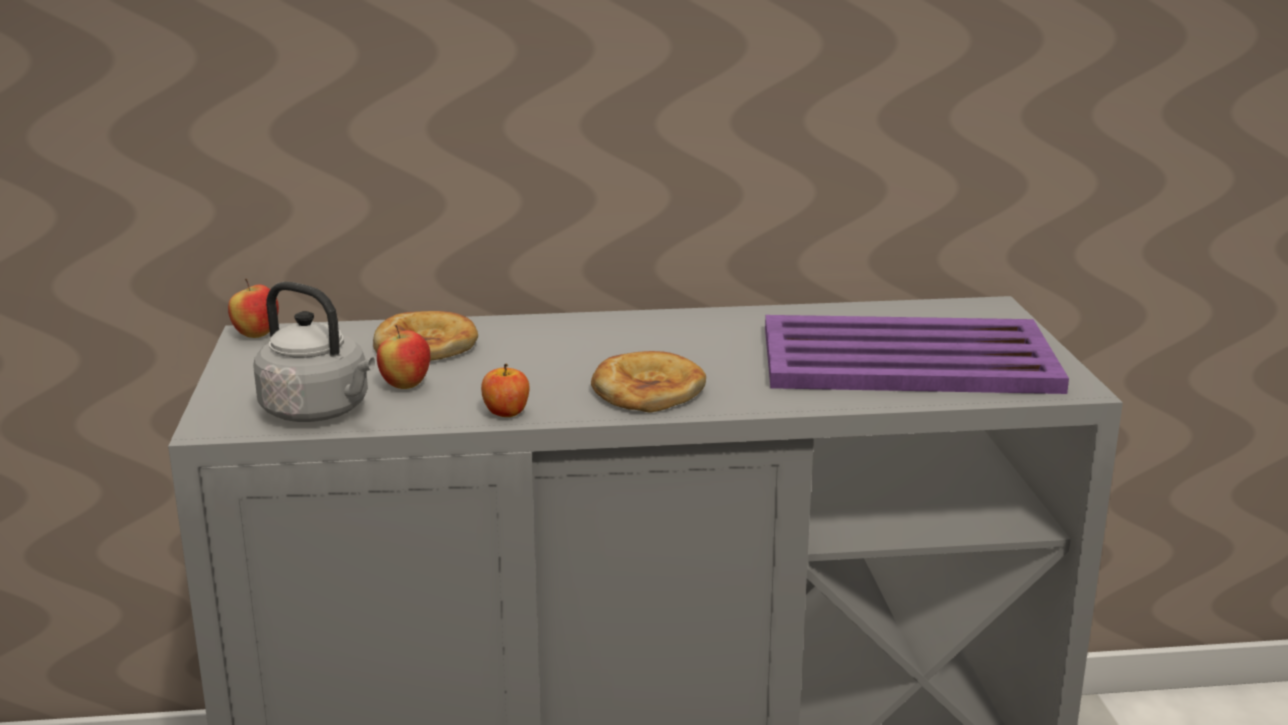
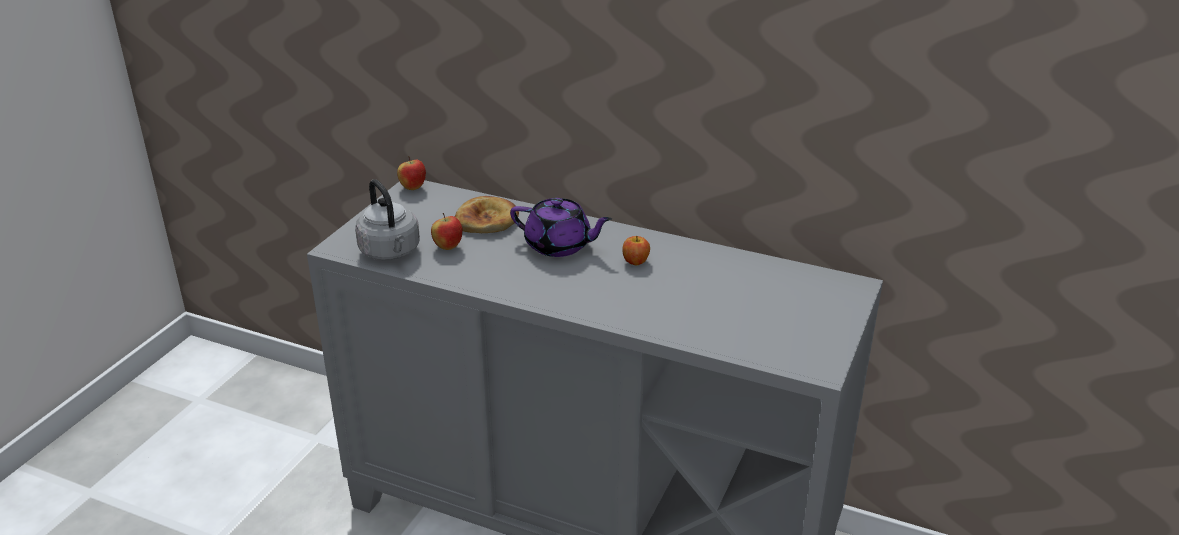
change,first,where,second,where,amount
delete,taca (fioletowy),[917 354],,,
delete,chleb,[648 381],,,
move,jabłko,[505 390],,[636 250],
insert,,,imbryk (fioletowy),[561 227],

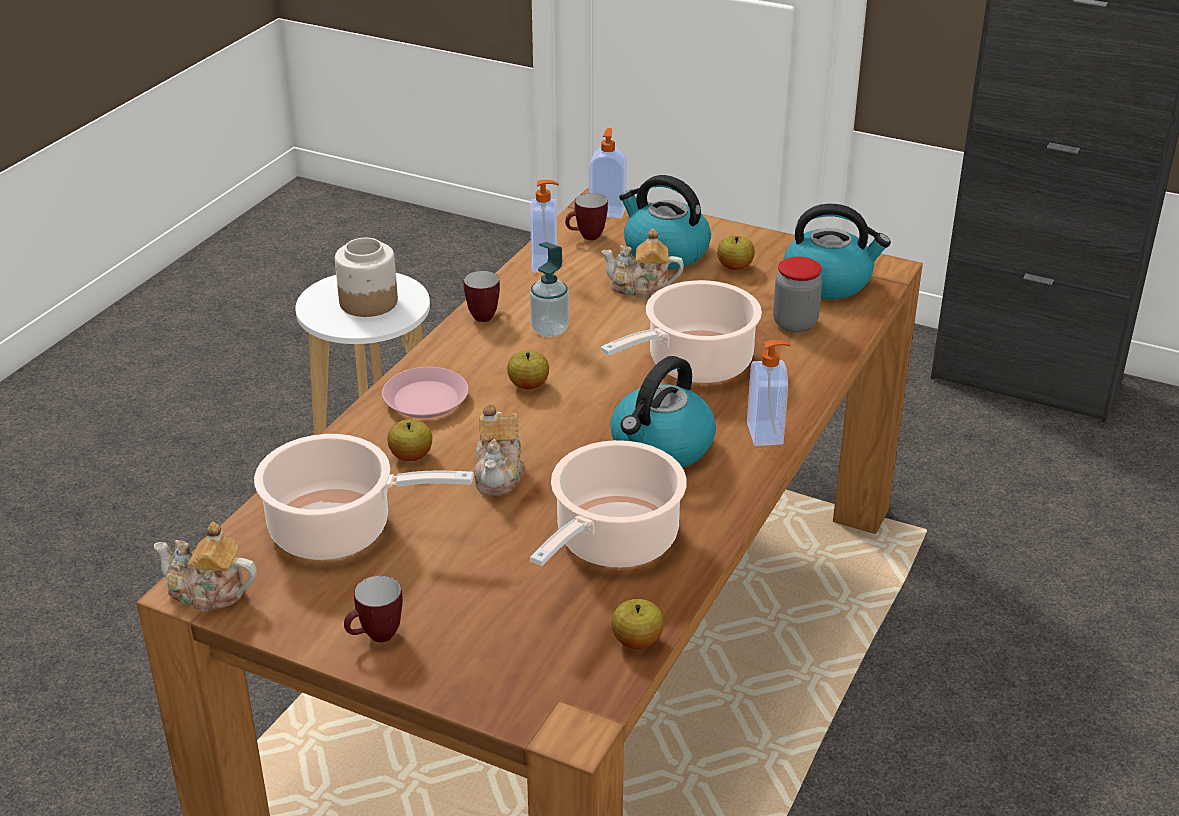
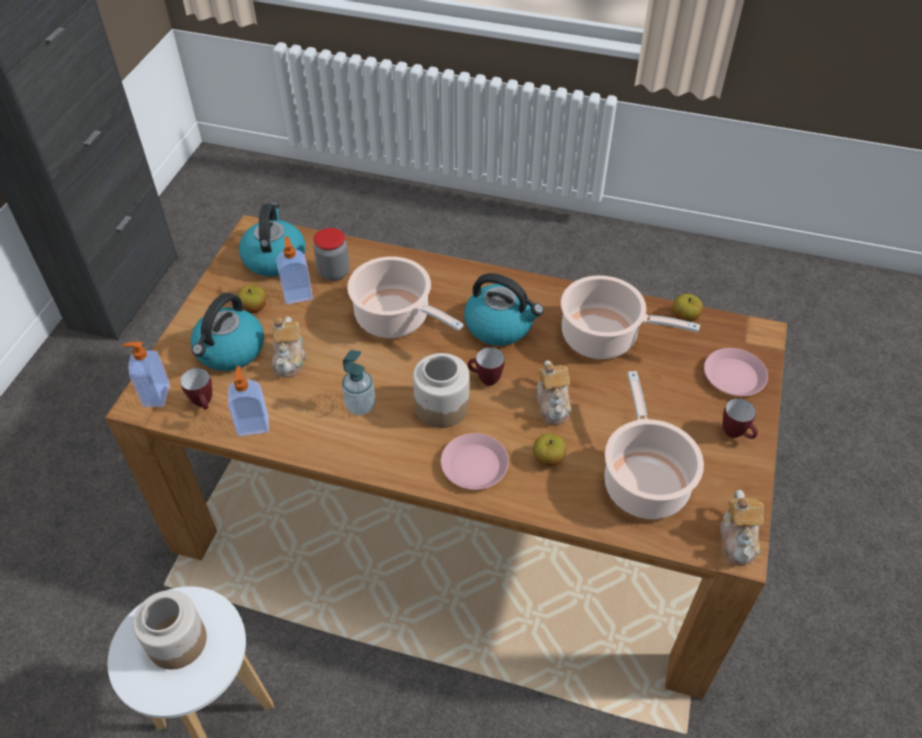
change,first,where,second,where,amount
move,kubek,[482 296],,[486 366],
move,dozownik mydła,[769 393],,[294 270],
replace,jabłko,[528 369],słoik,[441 390],
rotate,imbryk,[499 449],,[554 392],90 degrees clockwise
insert,,,talerz (różowy),[736 372],

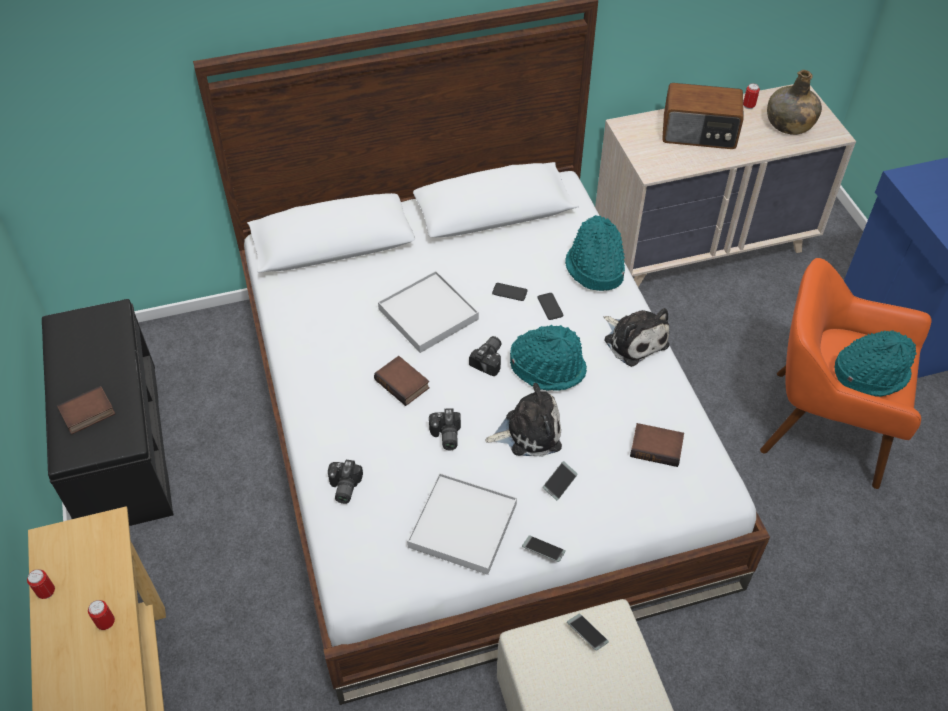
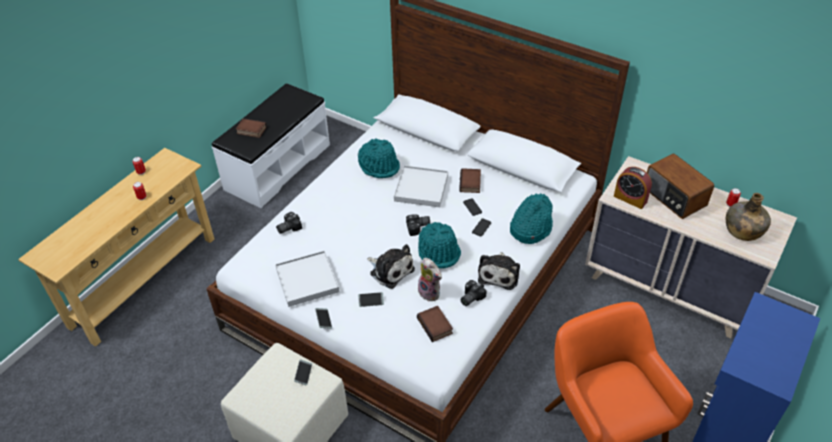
change,first,where,second,where,amount
recolor,ławka (czarny),[108 412],ławka (biały),[271 145],
move,kapelusz (turkusowy),[875 363],,[379 158],
move,książka,[402 381],,[470 180],
move,aparat fotograficzny,[445 429],,[473 293],
insert,,,budzik,[633 188],
insert,,,pluszak,[430 280],

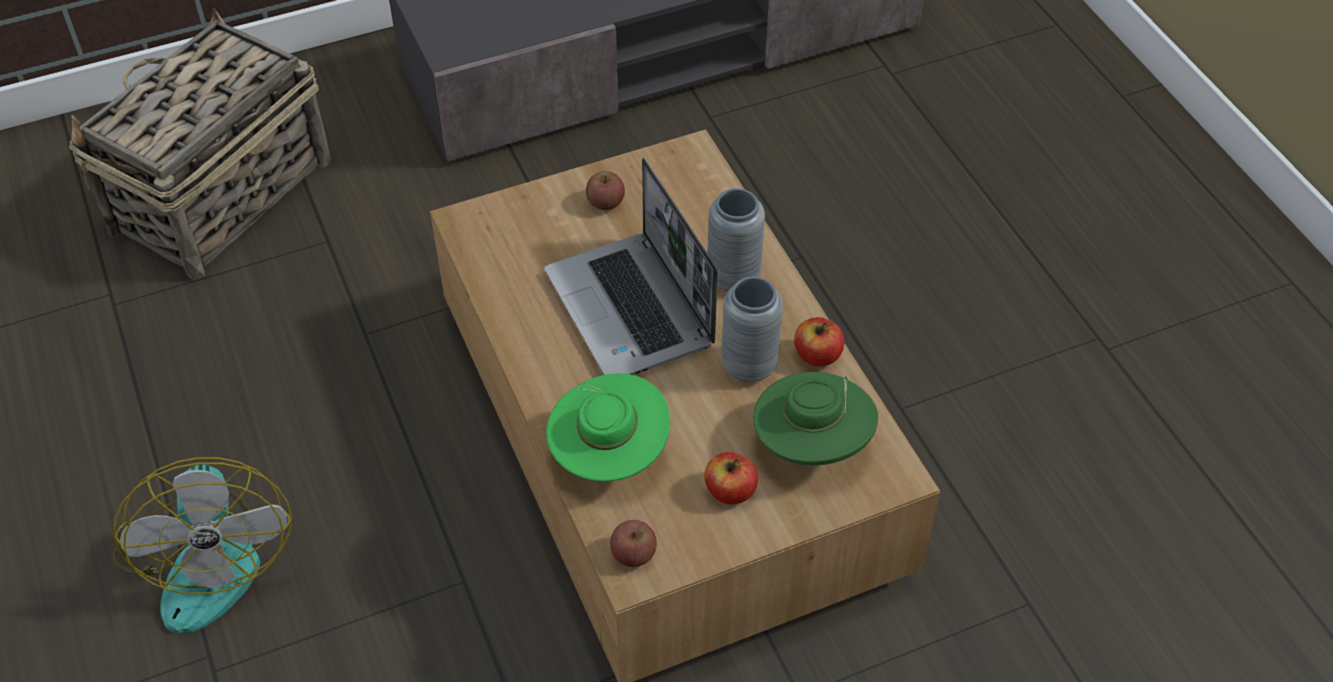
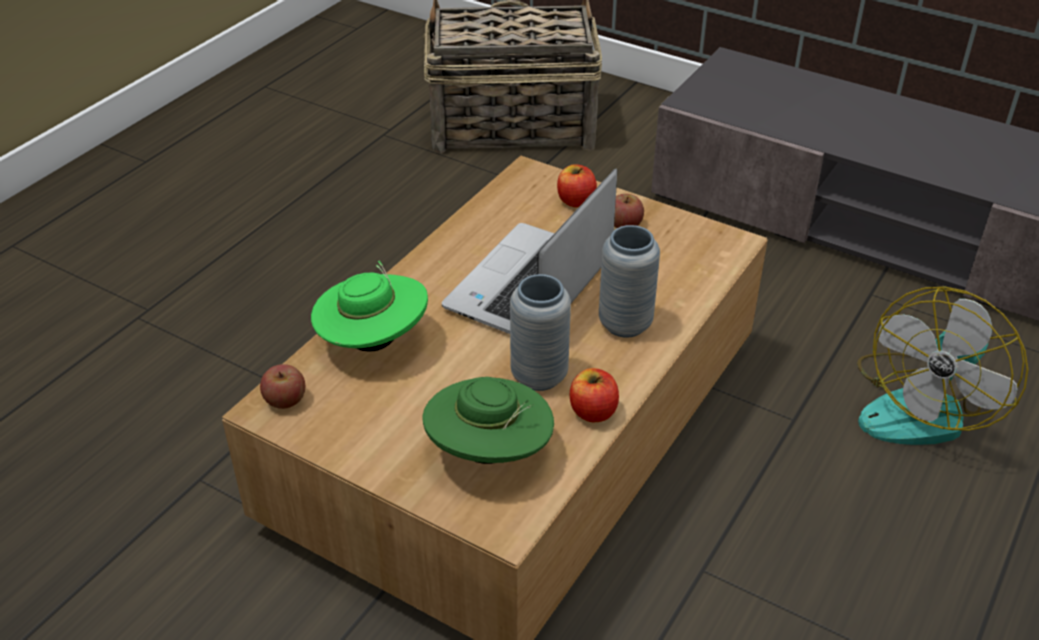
change,first,where,second,where,amount
move,jabłko,[731 478],,[577 186],
move,wentylator,[202 545],,[942 366],

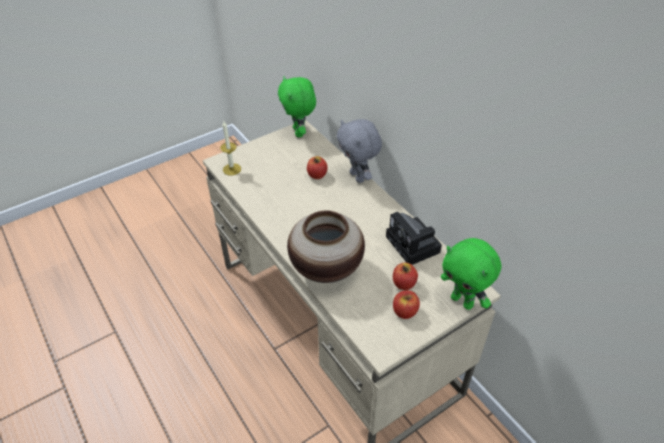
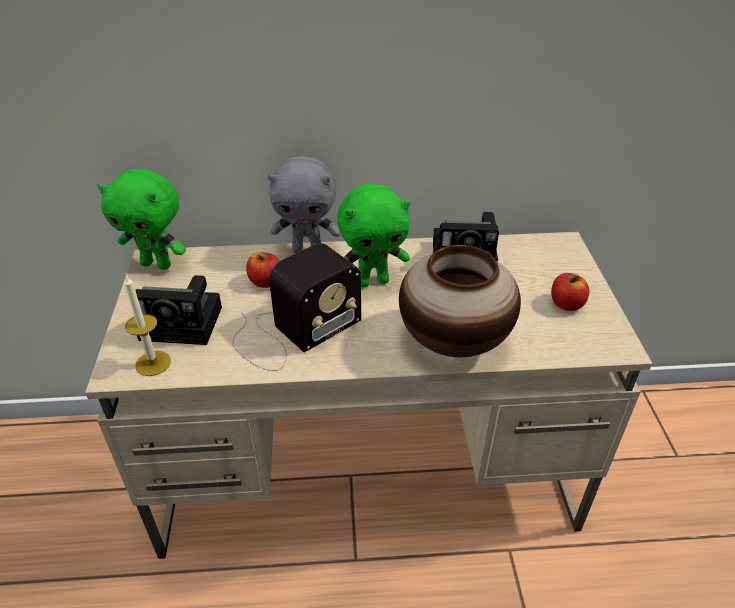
change,first,where,second,where,amount
move,pluszak (zielony),[471 274],,[374 235],
delete,jabłko,[405 276],,,
insert,,,radio,[297 307],
insert,,,aparat fotograficzny,[178 310],

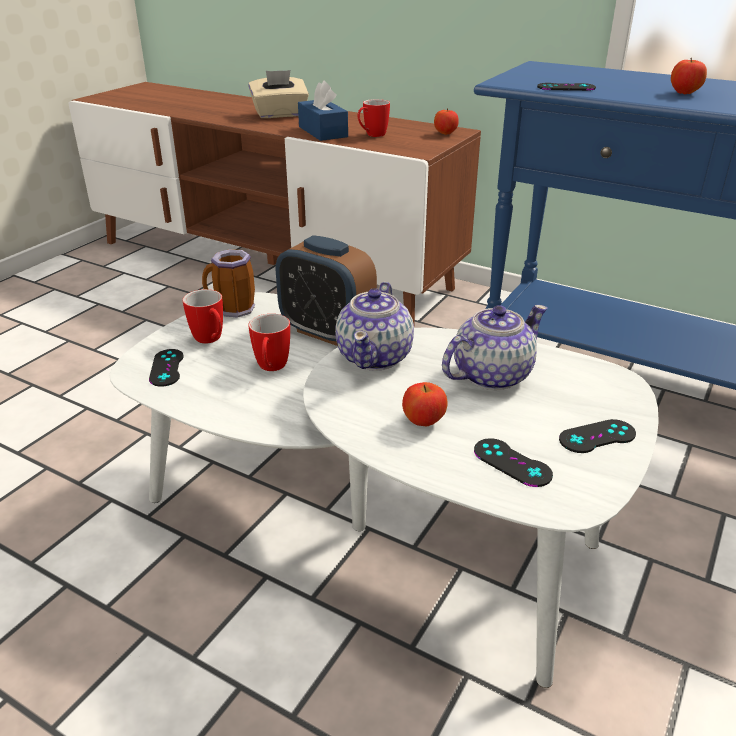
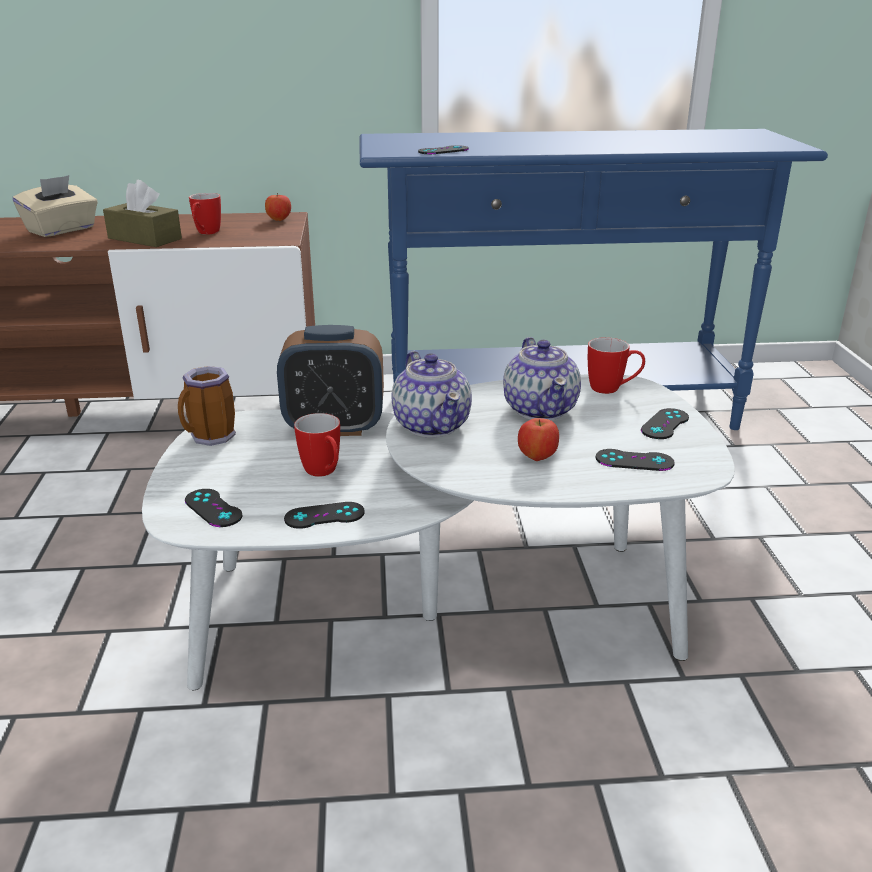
change,first,where,second,where,amount
delete,jabłko,[689 75],,,
recolor,pudełko chusteczek (niebieski),[323 110],pudełko chusteczek (brązowy),[142 213],
move,kubek,[203 316],,[616 365],
rotate,imbryk,[495 347],,[542 378],150 degrees clockwise
insert,,,pad do gier (czarny),[324 515],

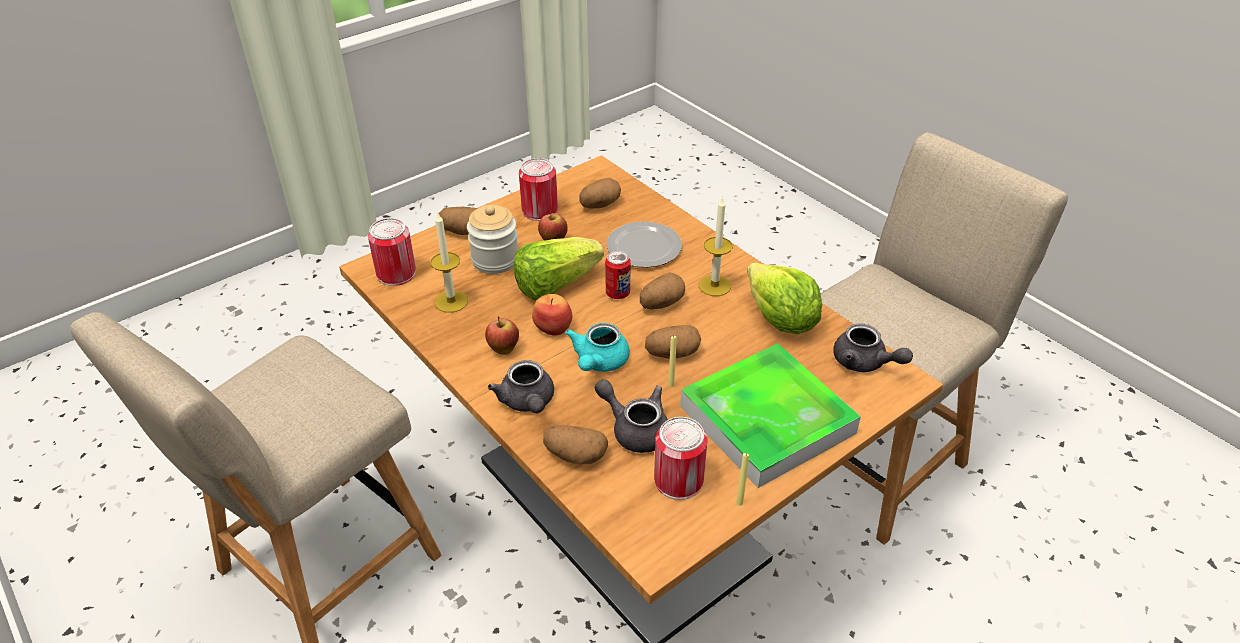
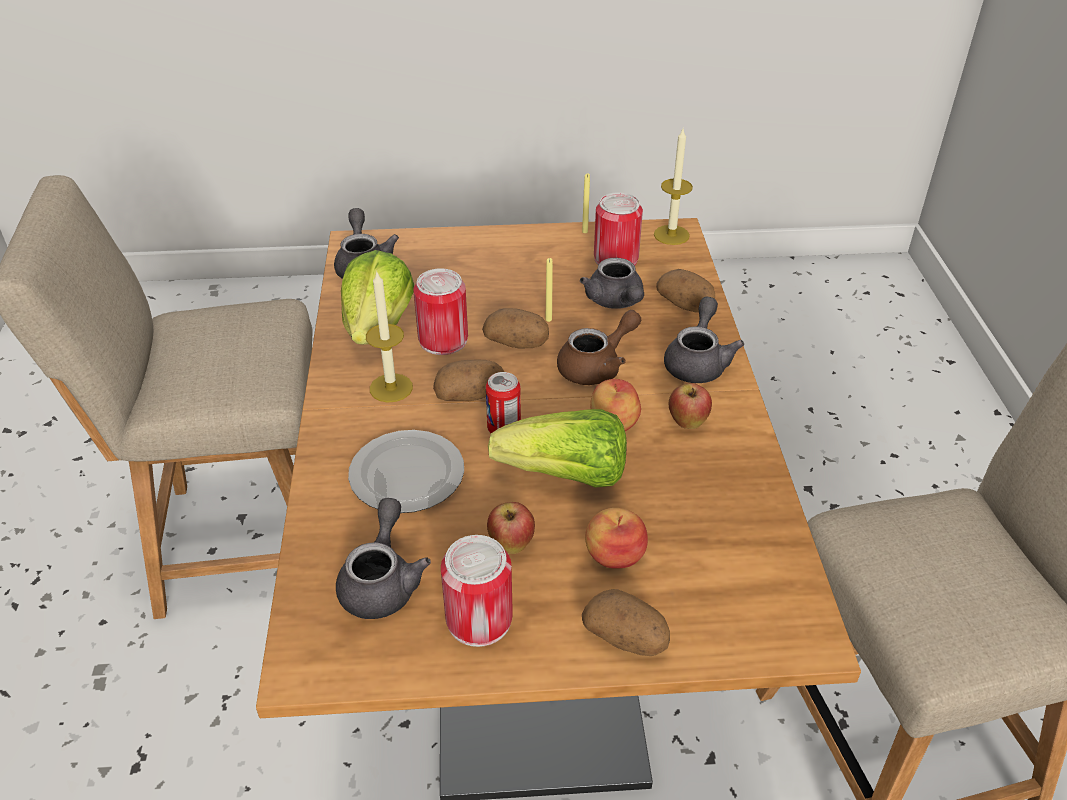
change,first,where,second,where,amount
replace,ziemniak,[600 193],imbryk (szary),[383 558],
replace,słoik,[492 239],jabłko,[616 538],
move,świeca,[449 263],,[673 187],
move,puszka,[392 252],,[440 311],
recolor,imbryk (turkusowy),[597 347],imbryk (brązowy),[599 347],
delete,taca,[770 415],,,

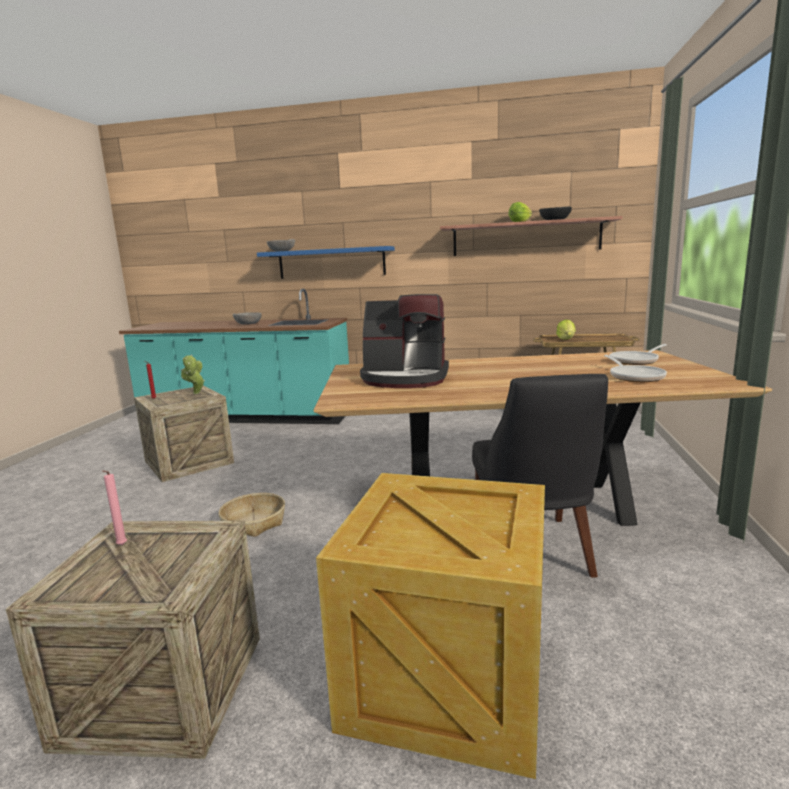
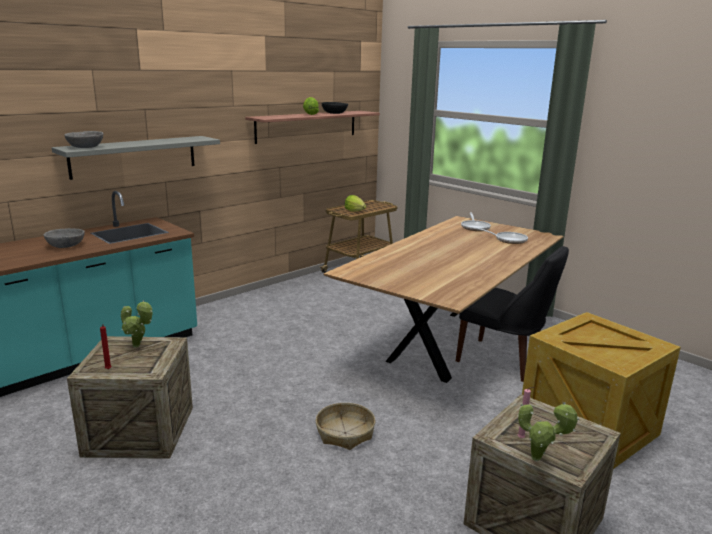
change,first,where,second,where,amount
recolor,półka (niebieski),[326 262],półka (szary),[136 158],
delete,ekspres do kawy,[404 341],,,
insert,,,roślina doniczkowa,[549 431],

